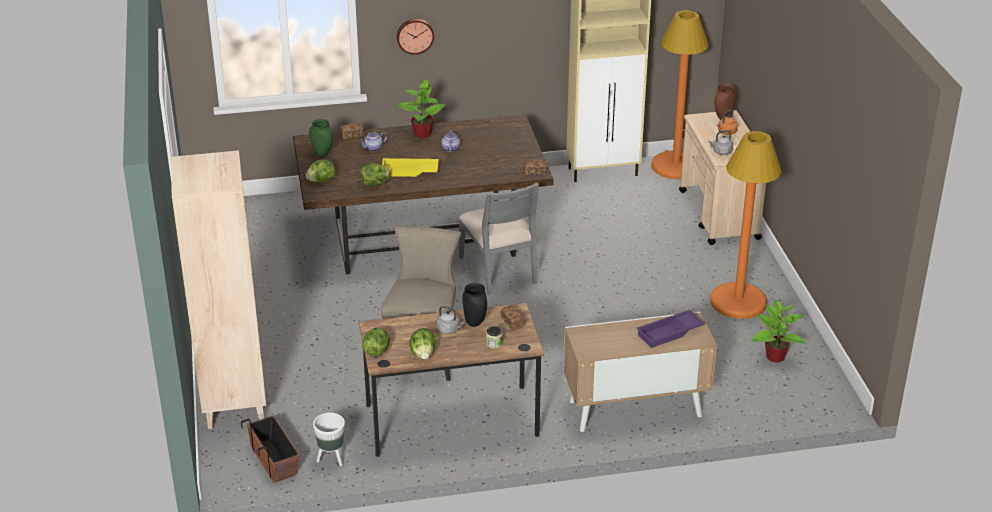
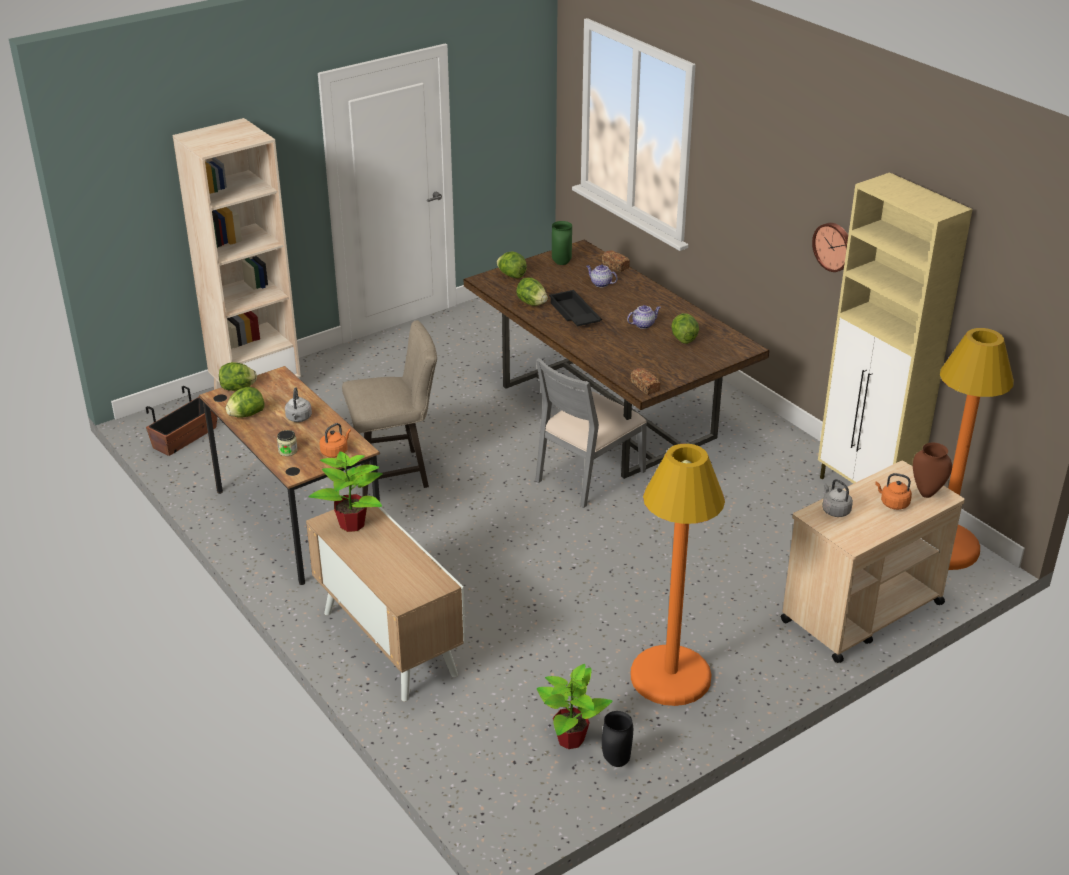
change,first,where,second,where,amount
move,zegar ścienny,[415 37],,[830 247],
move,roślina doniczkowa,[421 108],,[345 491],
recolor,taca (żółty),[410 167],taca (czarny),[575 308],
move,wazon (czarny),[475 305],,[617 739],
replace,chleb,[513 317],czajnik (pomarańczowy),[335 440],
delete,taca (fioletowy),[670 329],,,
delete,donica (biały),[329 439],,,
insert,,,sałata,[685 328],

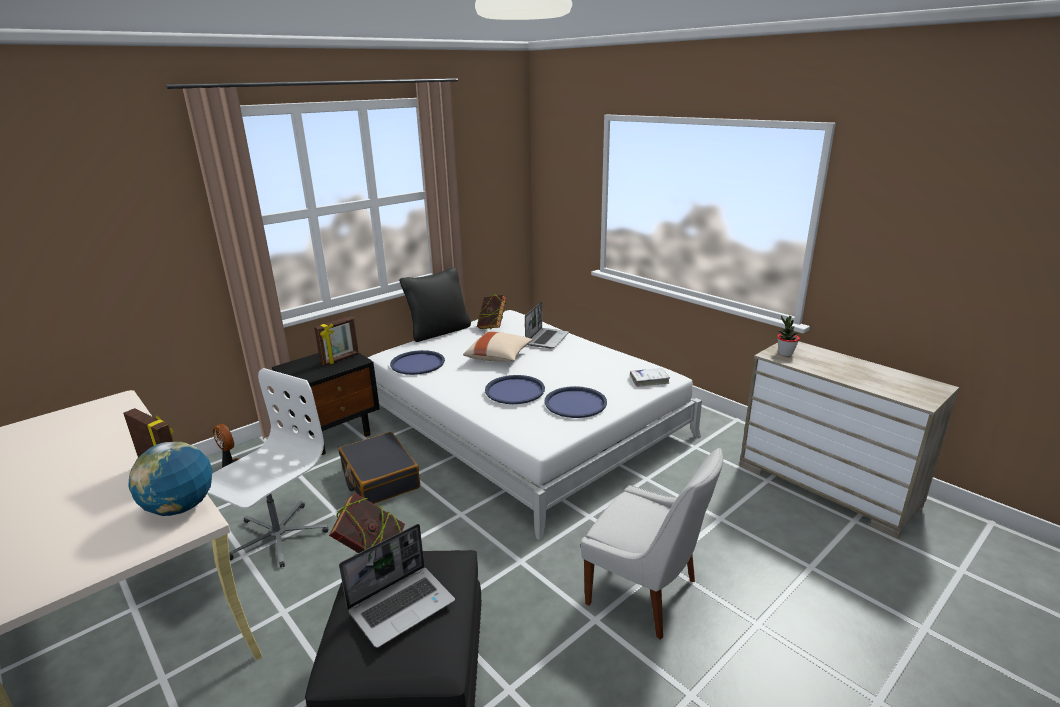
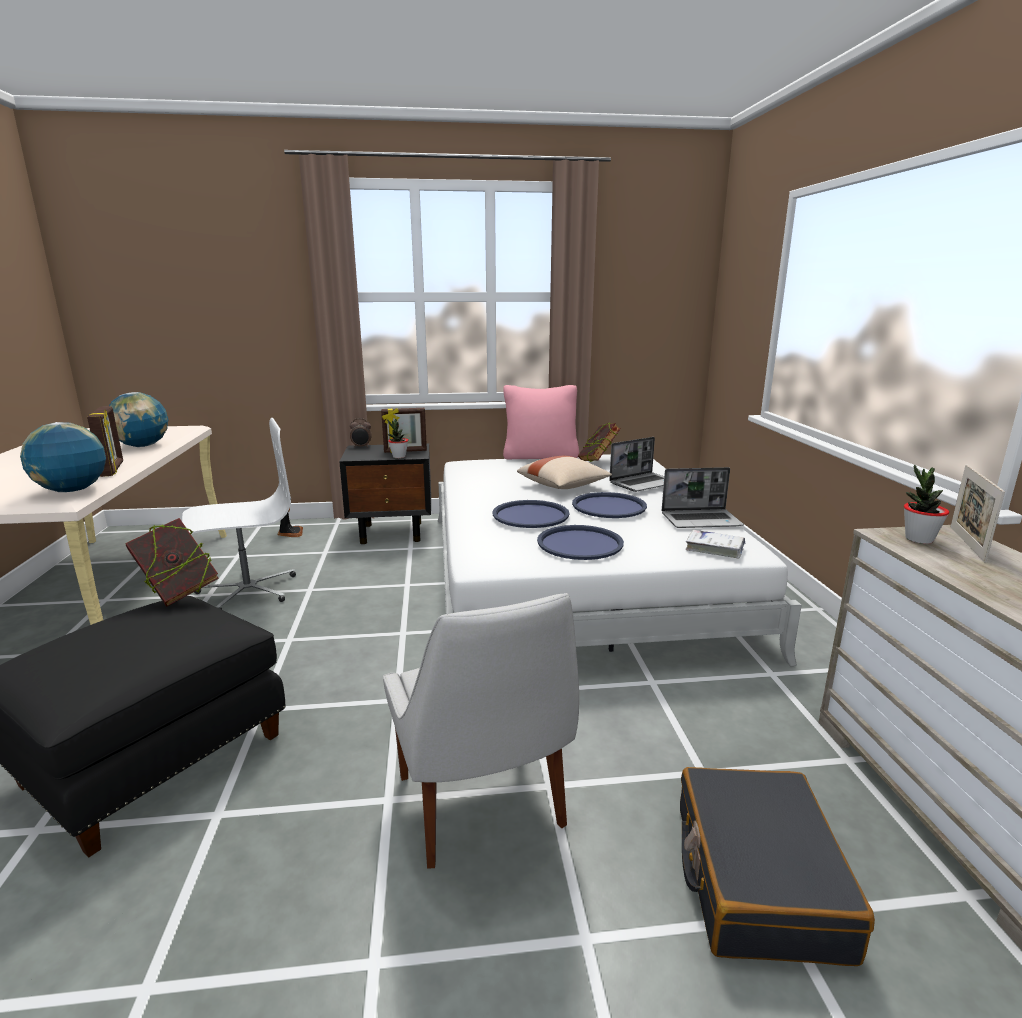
change,first,where,second,where,amount
recolor,poduszka (czarny),[435 304],poduszka (różowy),[541 422],
move,taca (niebieski),[417 362],,[609 505],
move,walizka (czarny),[379 468],,[777 866],
move,laptop,[397 586],,[702 497],
insert,,,globus,[138 419],
insert,,,budzik,[360 433],
insert,,,roślina doniczkowa,[397 438],
insert,,,ramka na zdjęcie,[977 513],

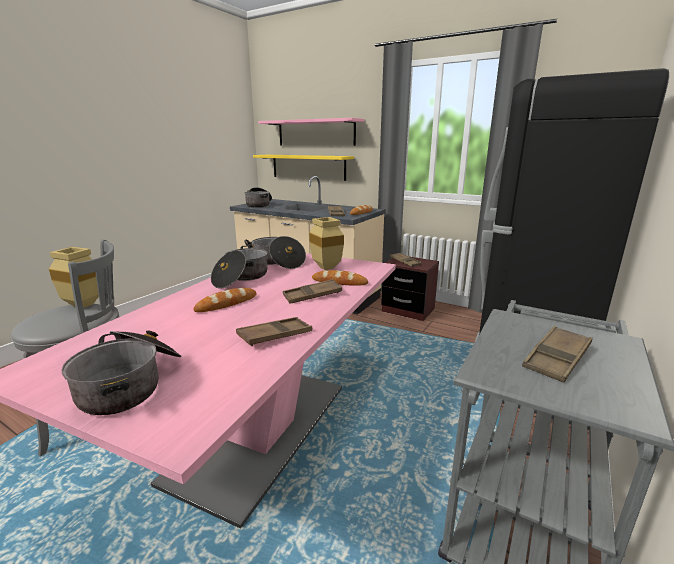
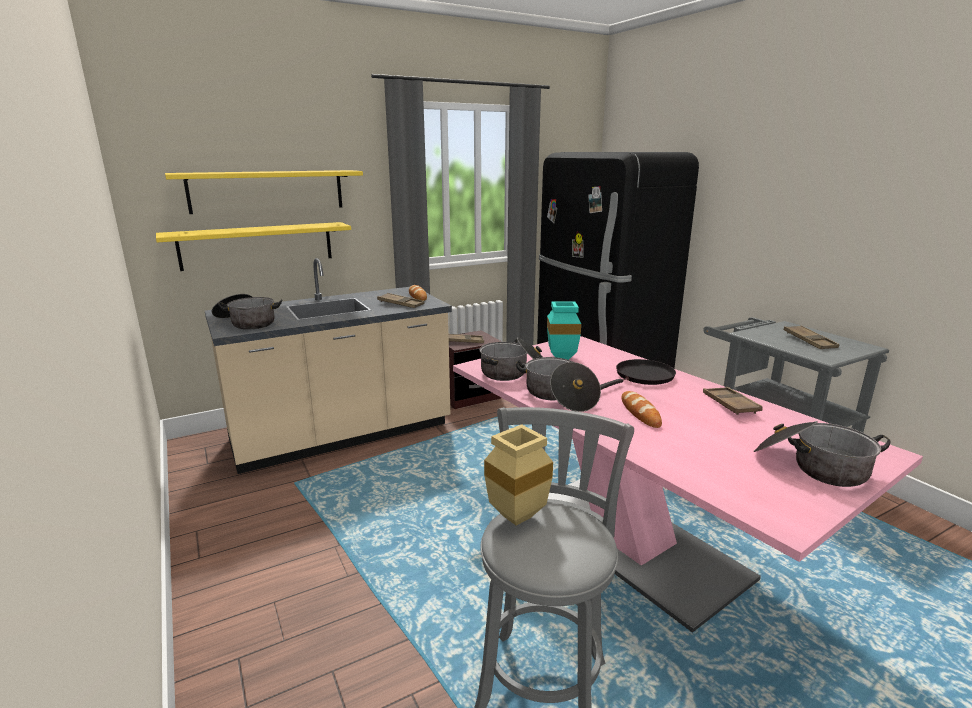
change,first,where,second,where,amount
recolor,półka (różowy),[311 132],półka (żółty),[264 192],
recolor,wazon (beżowy),[326 243],wazon (turkusowy),[564 330],
delete,chleb,[340 278],,,
replace,taca (brązowy),[312 291],patelnia (czarny),[638 374],

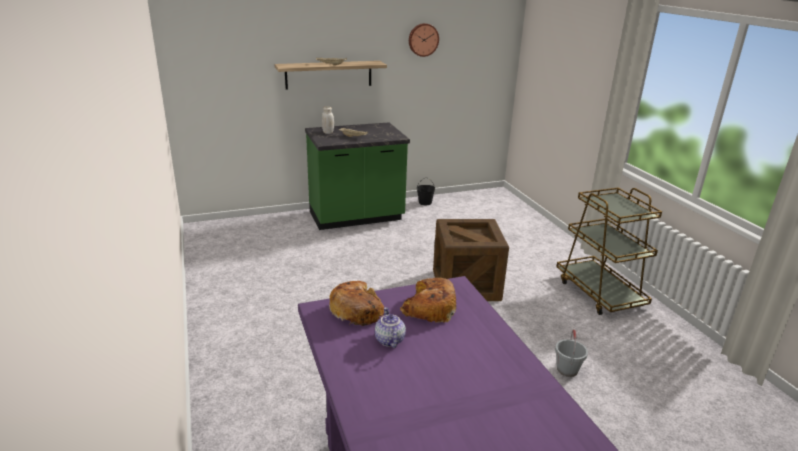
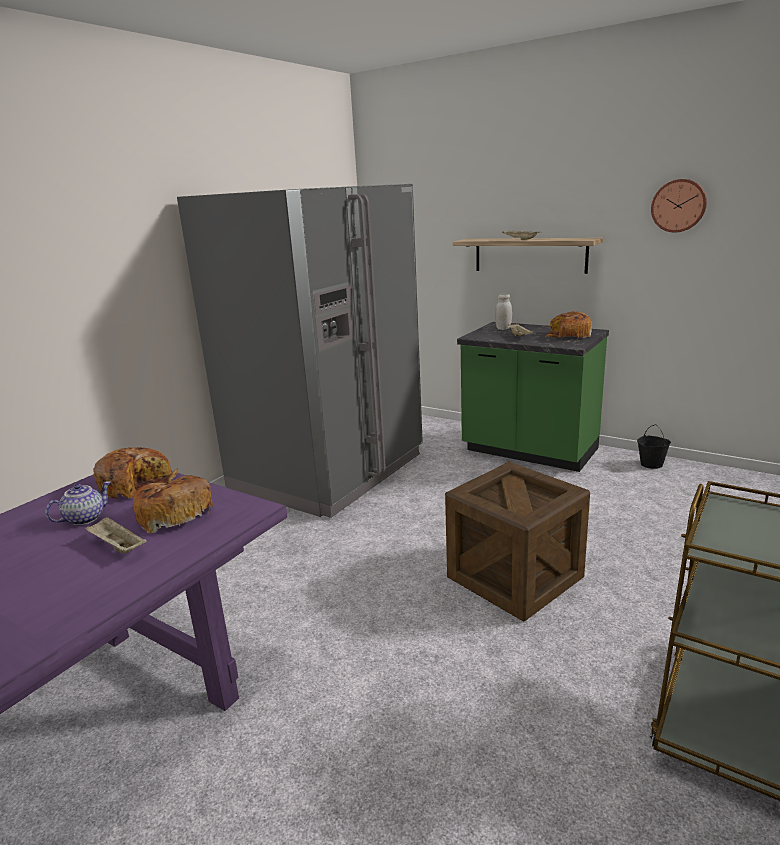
change,first,where,second,where,amount
delete,wiadro (szary),[571 353],,,
insert,,,lodówka (szary),[300 351],
insert,,,chleb,[569 324],
insert,,,taca (beżowy),[116 534],

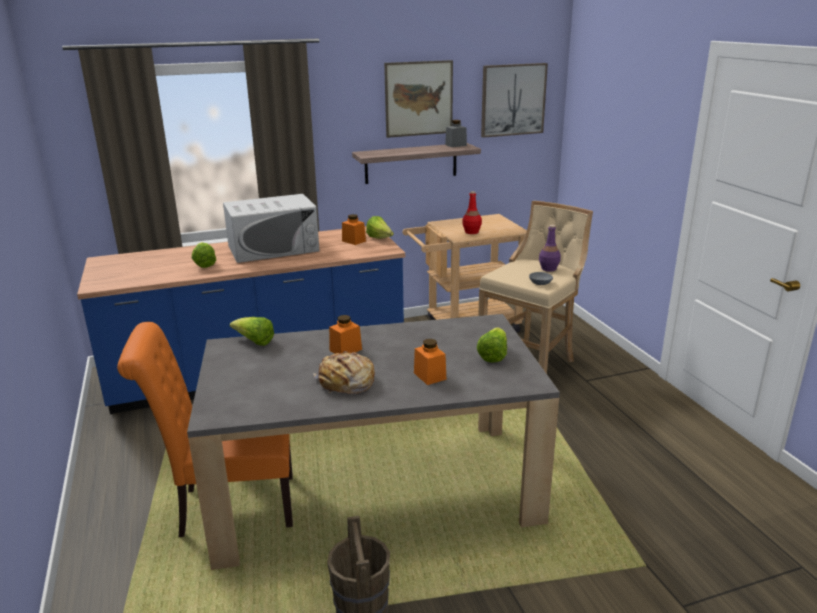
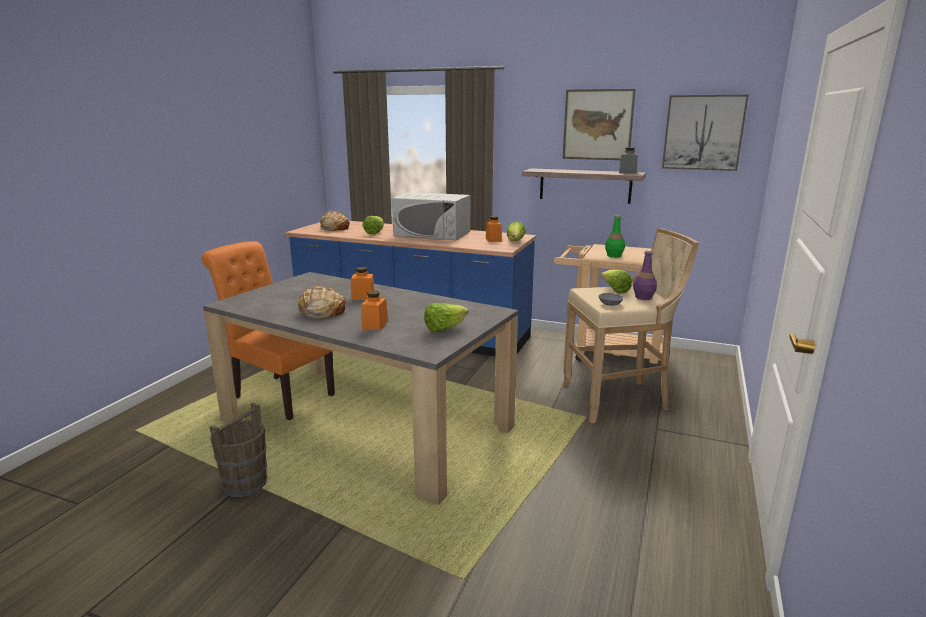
change,first,where,second,where,amount
recolor,butelka (czerwony),[472 212],butelka (zielony),[615 236],
move,sałata,[252 331],,[616 282],
insert,,,chleb,[334 221],

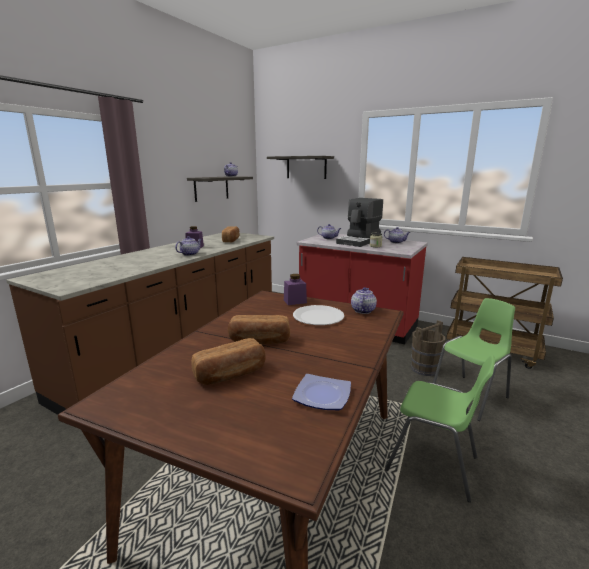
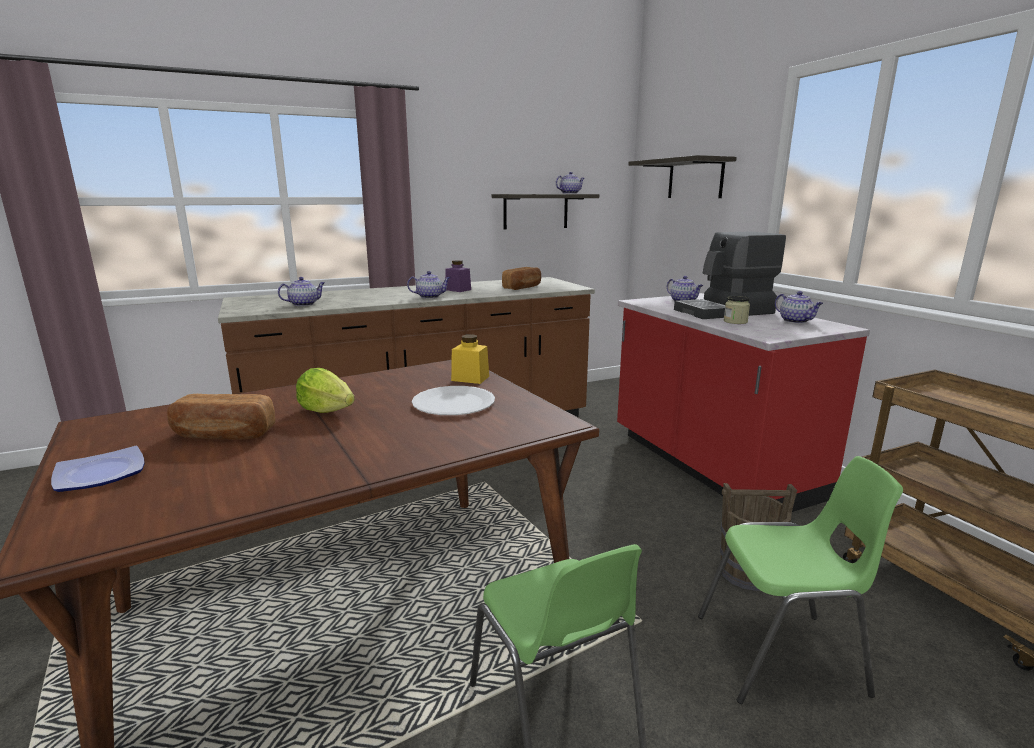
change,first,where,second,where,amount
recolor,słoik (fioletowy),[295 289],słoik (żółty),[470 359],
move,imbryk,[364 300],,[301 291],
replace,chleb,[259 329],sałata,[325 390],
move,talerz,[321 392],,[98 469],

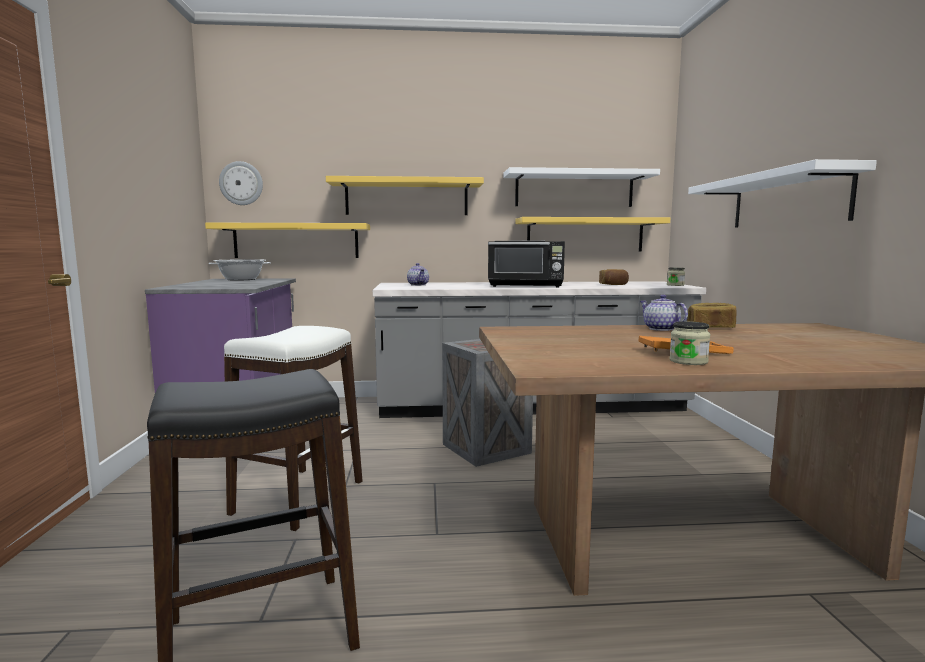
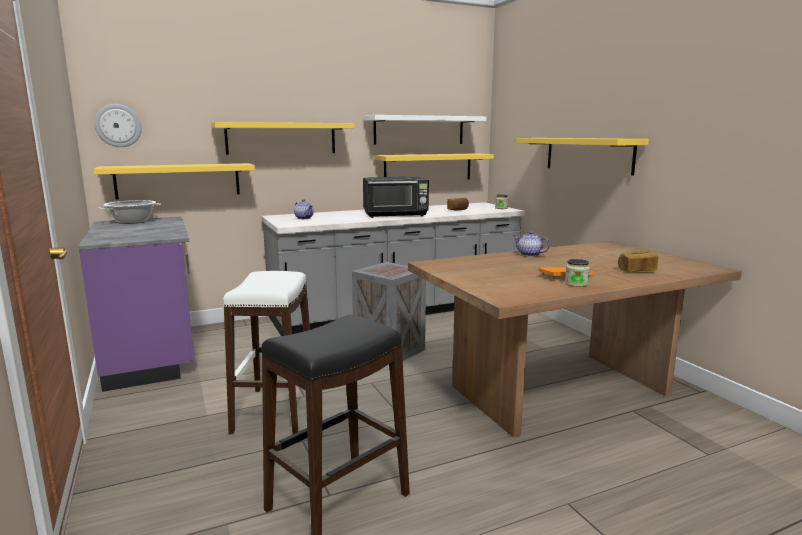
change,first,where,second,where,amount
recolor,półka (biały),[782 193],półka (żółty),[582 157],
move,chleb,[711 315],,[638 261],

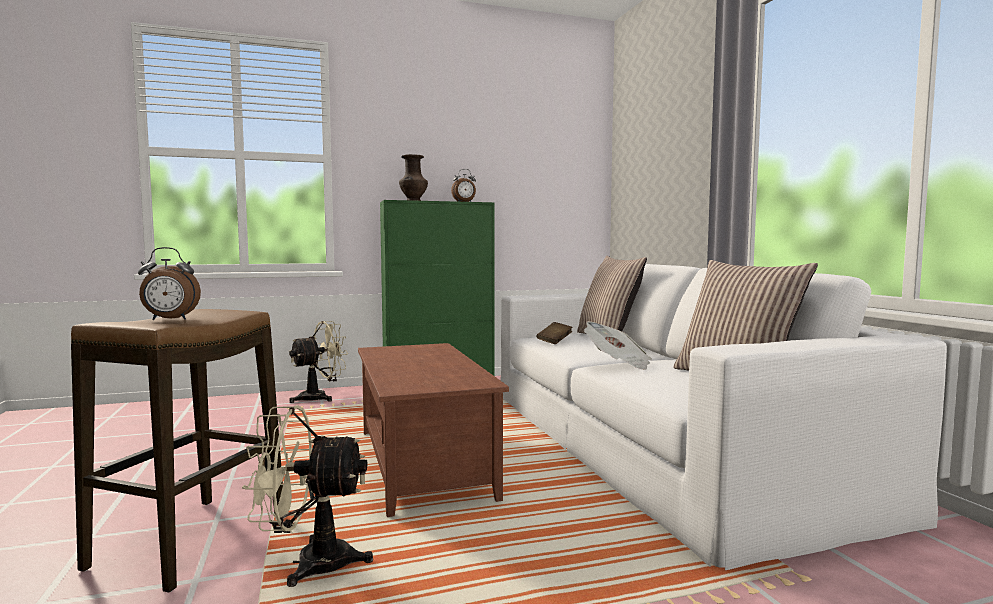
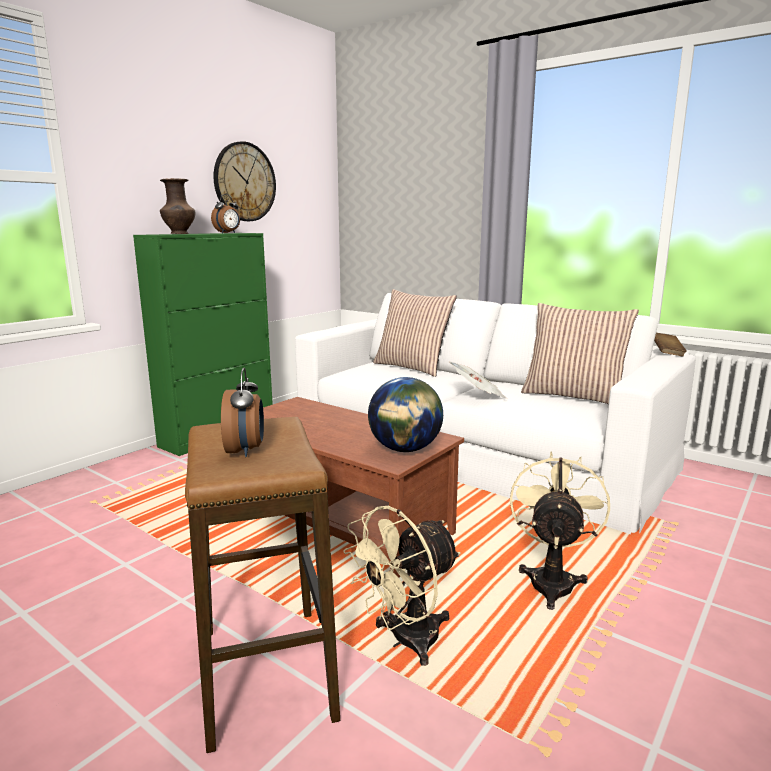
change,first,where,second,where,amount
rotate,budzik,[169 283],,[242 412],45 degrees counterclockwise
move,wentylator (beżowy),[318 362],,[560 531],
move,książka (brązowy),[554 333],,[670 344],
insert,,,zegar ścienny,[245 181],
insert,,,globus,[405 414],

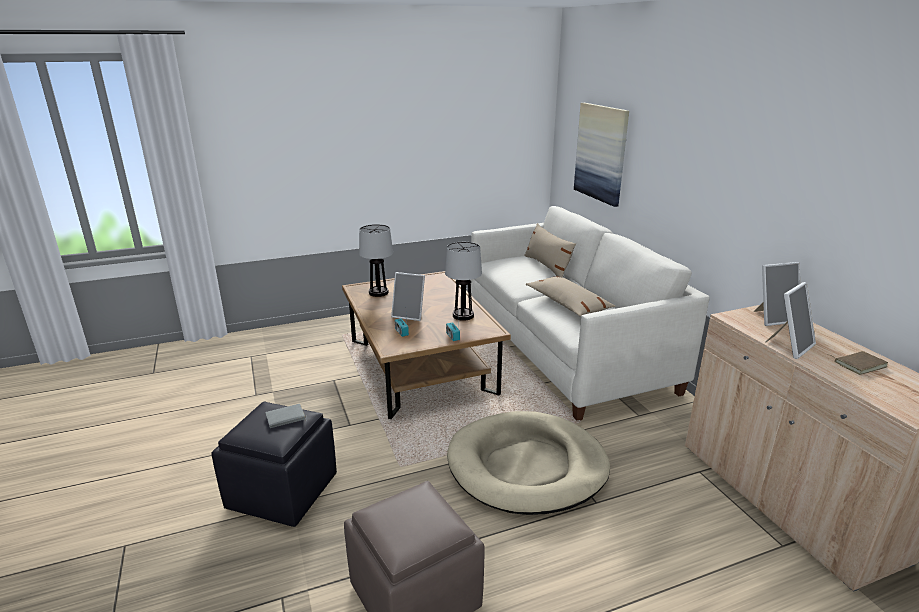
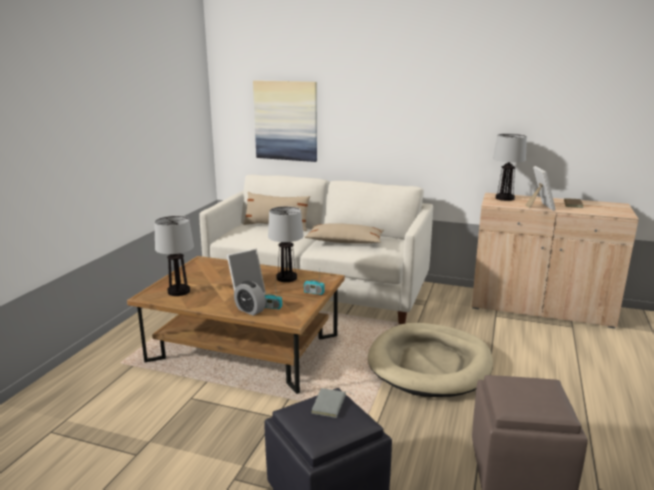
change,first,where,second,where,amount
replace,ramka na zdjęcie,[777 294],lampa stołowa,[510 167],
insert,,,budzik,[250 298],

